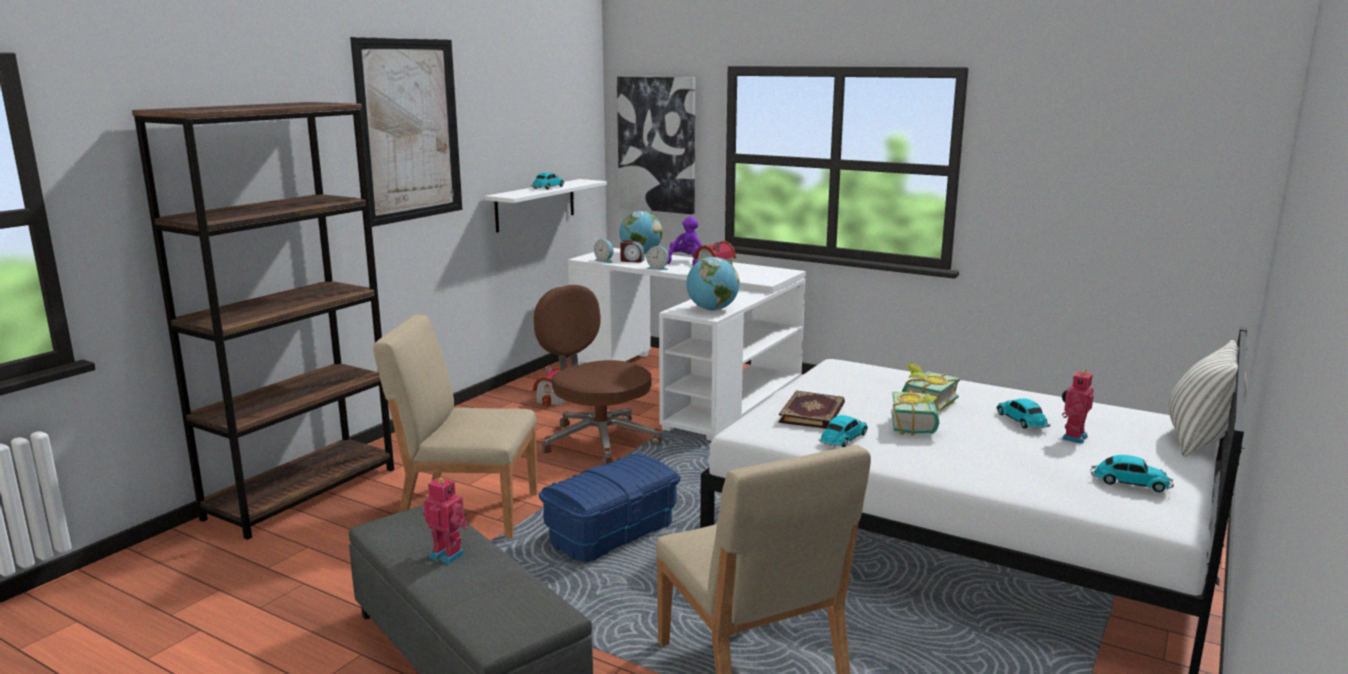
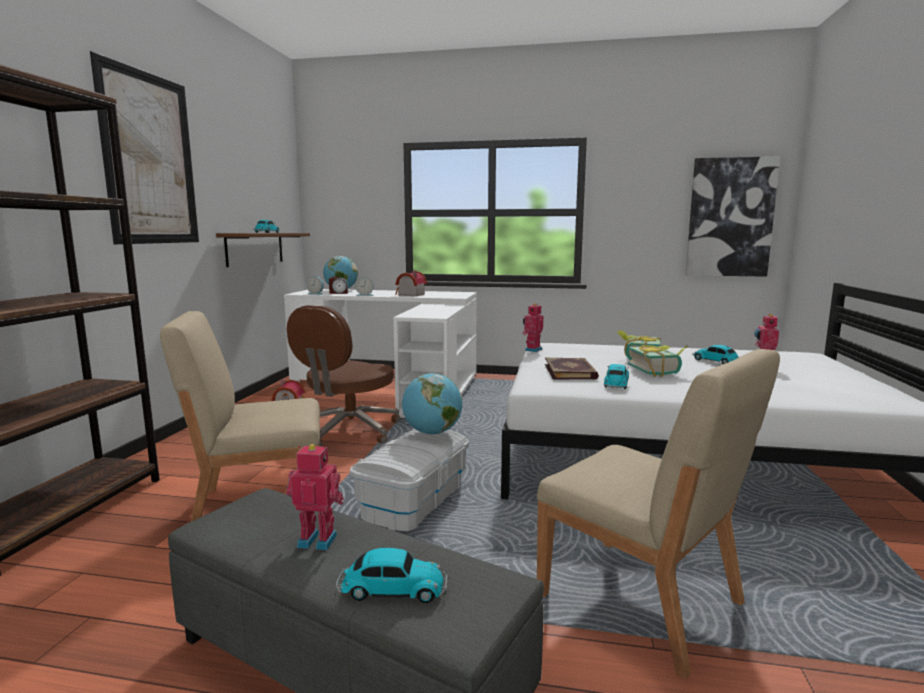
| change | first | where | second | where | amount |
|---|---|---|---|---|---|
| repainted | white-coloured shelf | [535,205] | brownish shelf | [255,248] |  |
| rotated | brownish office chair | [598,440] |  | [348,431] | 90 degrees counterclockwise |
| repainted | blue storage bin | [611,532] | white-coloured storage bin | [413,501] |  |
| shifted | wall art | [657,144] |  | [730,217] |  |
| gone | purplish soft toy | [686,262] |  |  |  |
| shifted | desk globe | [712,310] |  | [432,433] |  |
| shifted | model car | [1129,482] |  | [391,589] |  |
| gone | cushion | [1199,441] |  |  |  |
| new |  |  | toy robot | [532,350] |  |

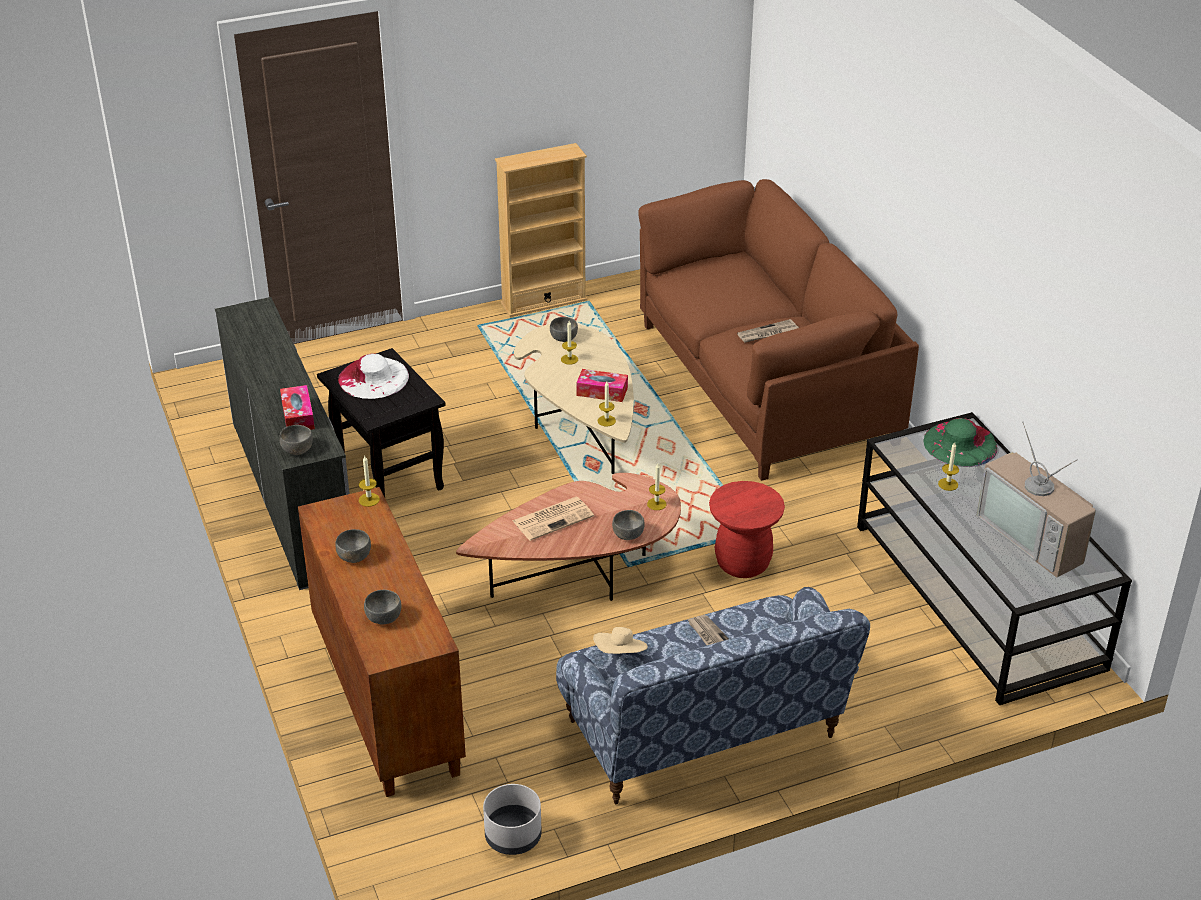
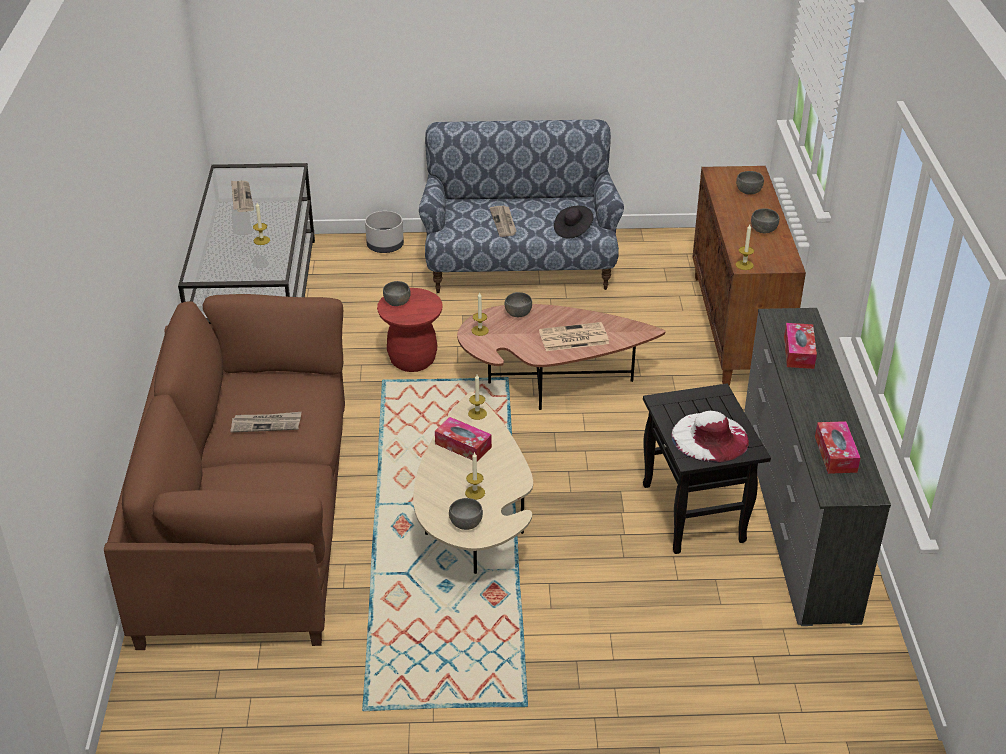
| change | first | where | second | where | amount |
|---|---|---|---|---|---|
| shifted | grey serving bowl | [297,449] |  | [397,302] |  |
| shifted | grey flower pot | [513,837] |  | [385,246] |  |
| gone | beige bookshelf | [543,301] |  |  |  |
| repainted | beige clothing hat | [620,653] | black clothing hat | [573,230] |  |
| gone | green-coloured clothing hat | [960,444] |  |  |  |
| swapped | television | [1035,537] | daily paper | [241,197] |  |
| new |  |  | tissue box | [835,454] |  |

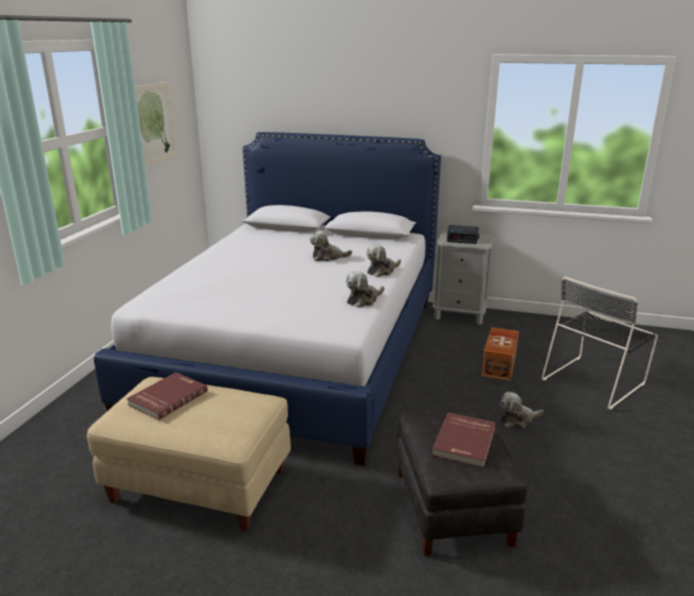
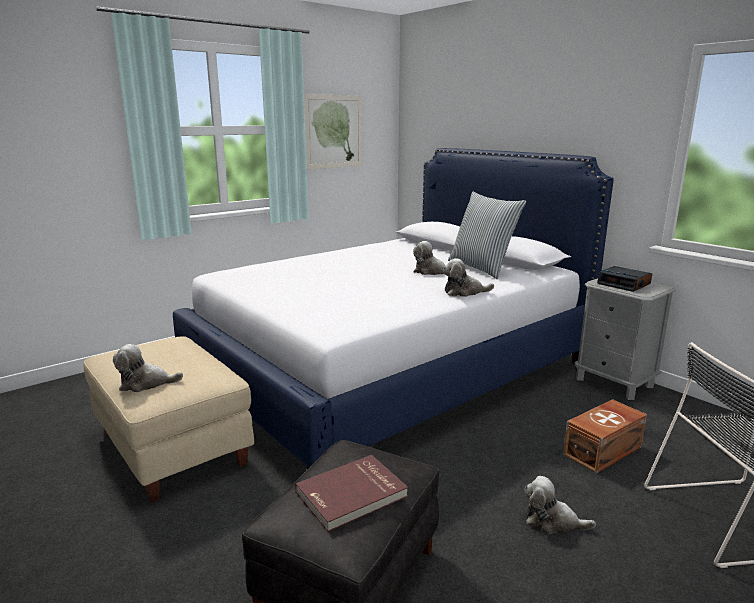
| change | first | where | second | where | amount |
|---|---|---|---|---|---|
| gone | red book | [167,397] |  |  |  |
| shifted | soft toy | [363,300] |  | [145,383] |  |
| new |  |  | cushion | [482,268] |  |

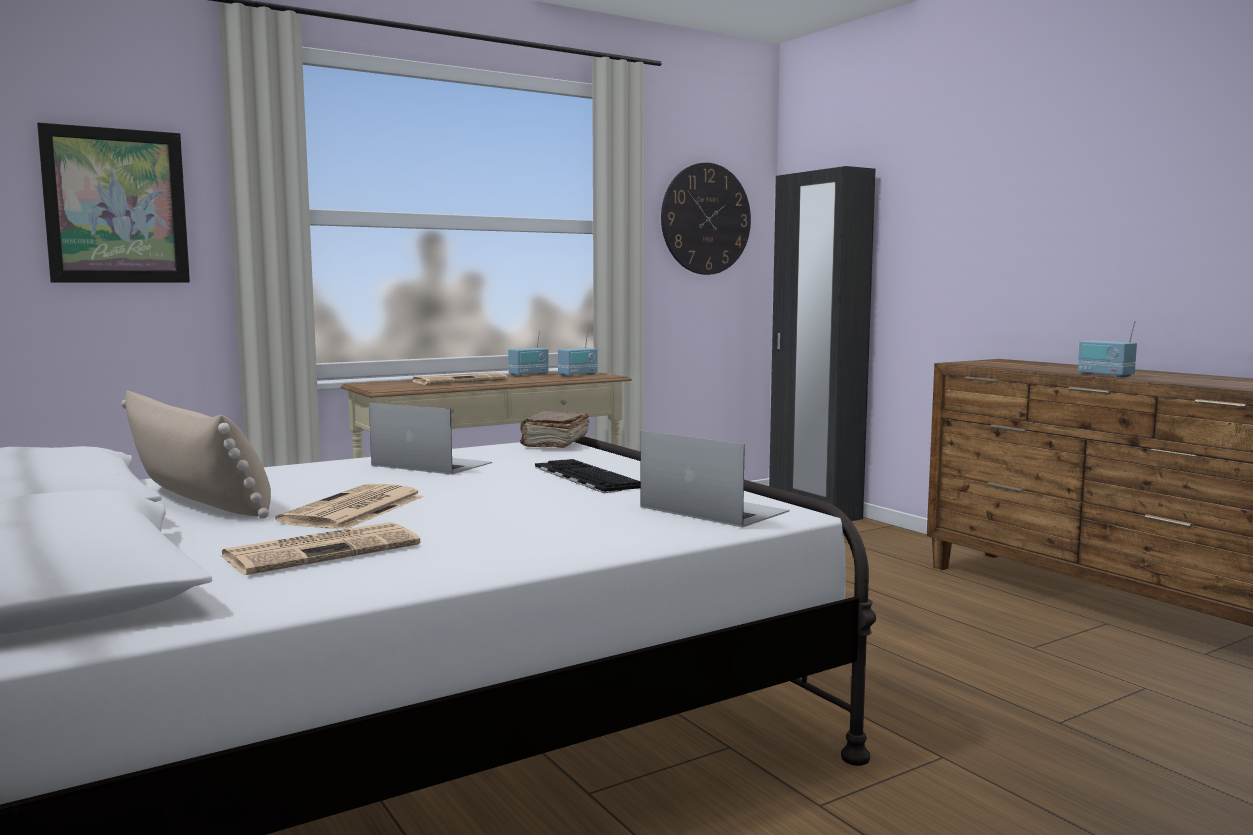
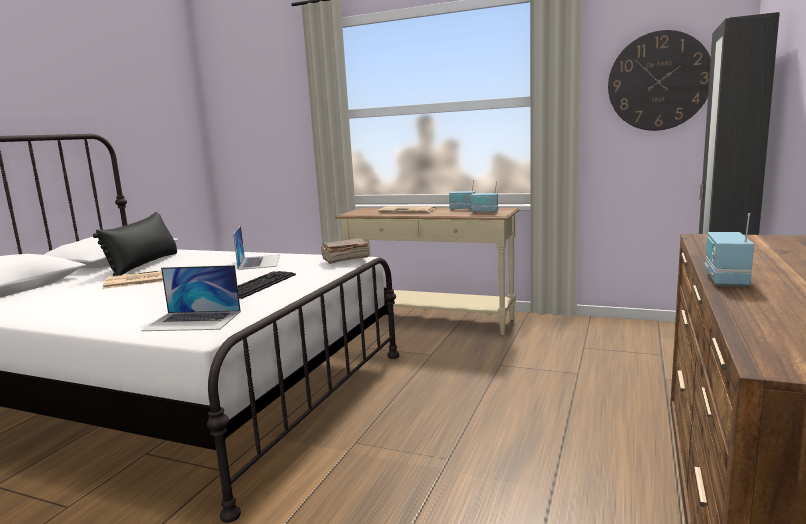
| change | first | where | second | where | amount |
|---|---|---|---|---|---|
| gone | wall art | [116,206] |  |  |  |
| repainted | beige cushion | [200,501] | black cushion | [145,264] |  |
| gone | daily paper | [324,550] |  |  |  |
| rotated | notebook computer | [713,509] |  | [193,321] | 90 degrees clockwise |

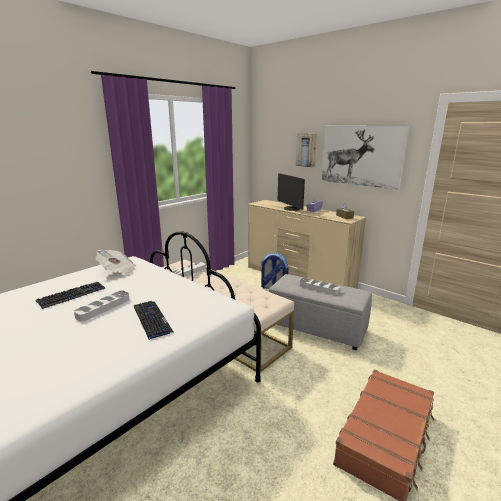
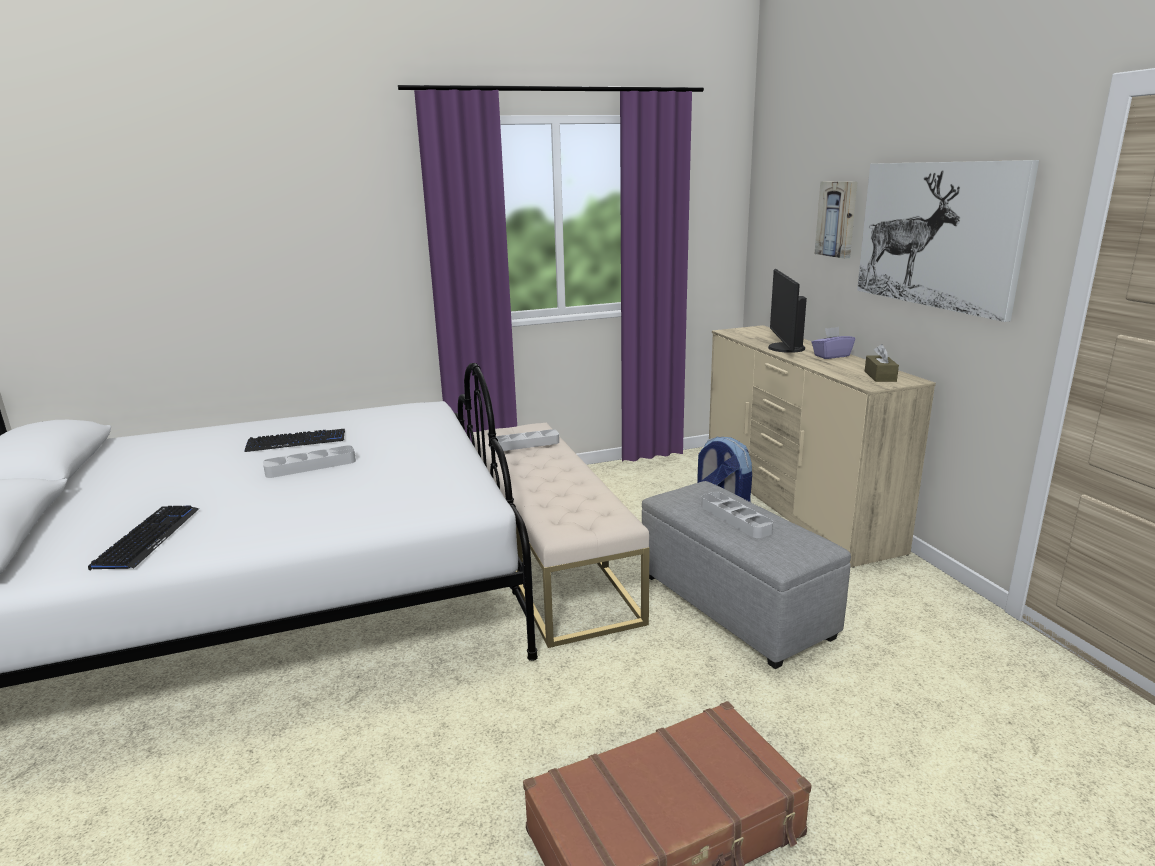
| change | first | where | second | where | amount |
|---|---|---|---|---|---|
| gone | daily paper | [118,271] |  |  |  |
| shifted | keyboard | [152,319] |  | [148,538] |  |

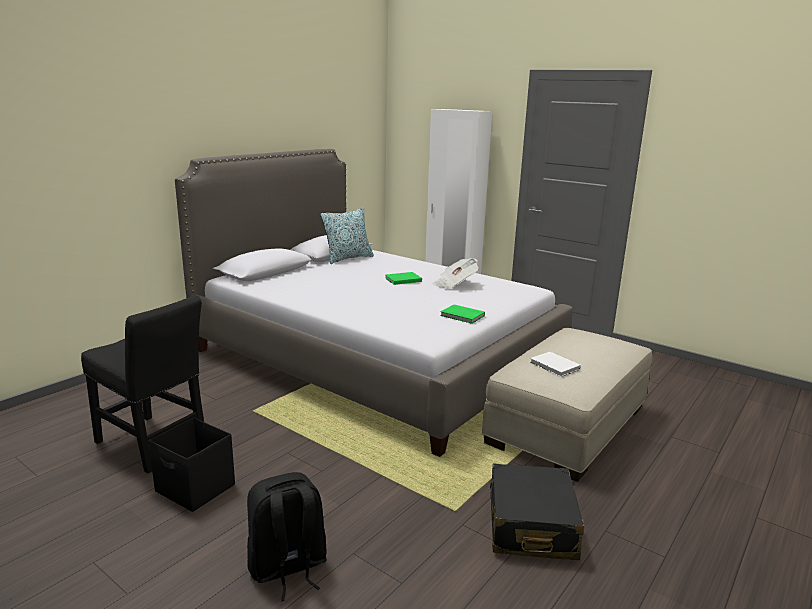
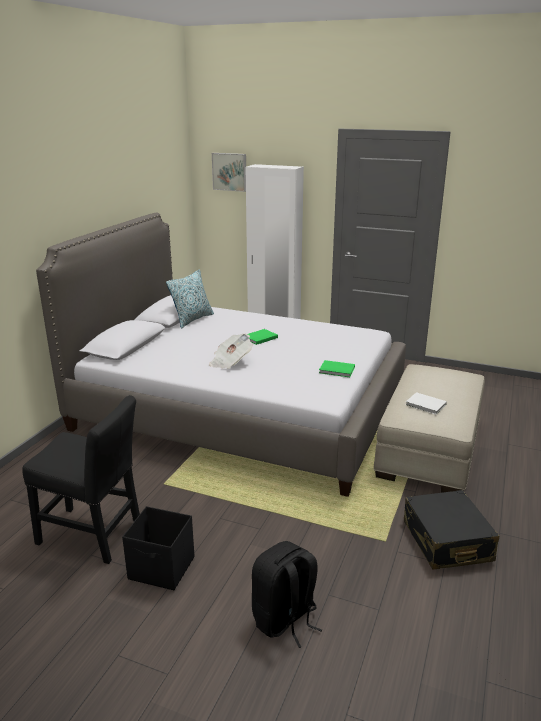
| change | first | where | second | where | amount |
|---|---|---|---|---|---|
| shifted | daily paper | [455,284] |  | [230,362] |  |
| new |  |  | wall art | [230,171] |  |

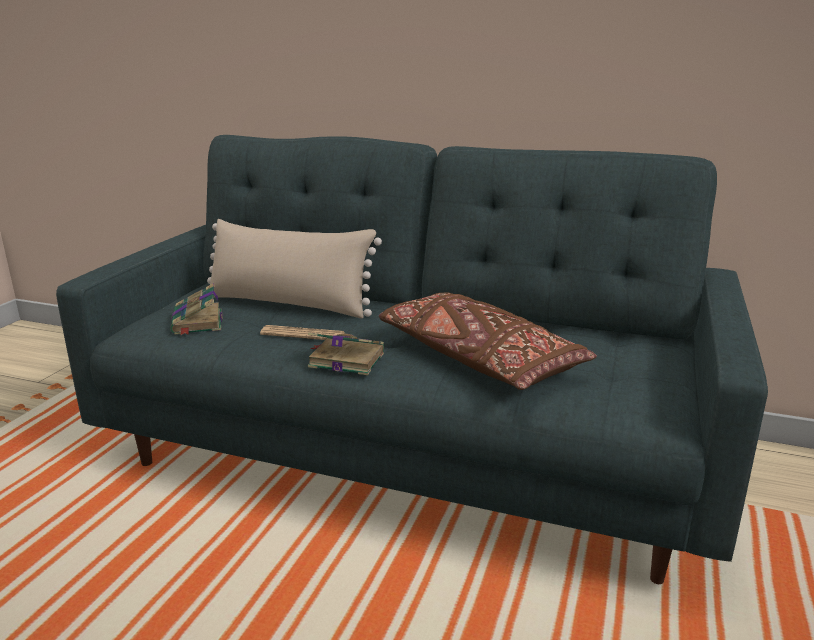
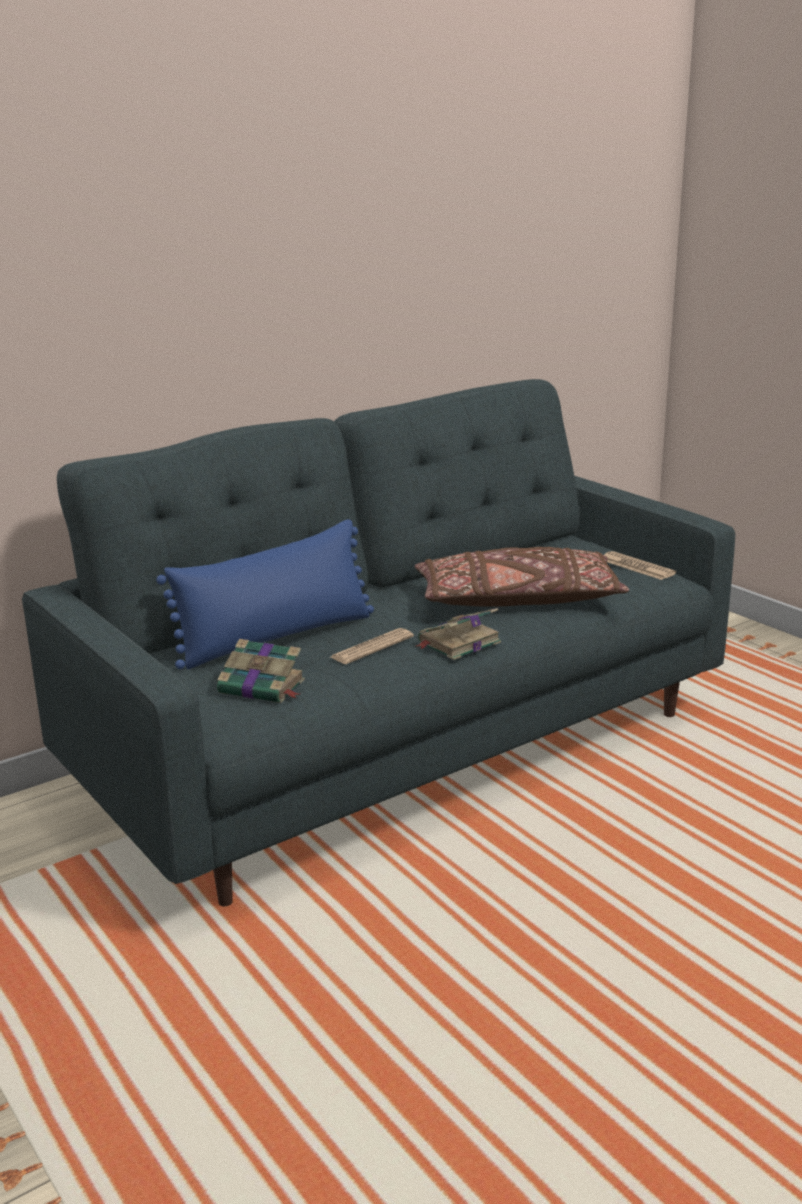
| change | first | where | second | where | amount |
|---|---|---|---|---|---|
| repainted | beige cushion | [289,304] | blue cushion | [276,638] |  |
| new |  |  | daily paper | [637,567] |  |

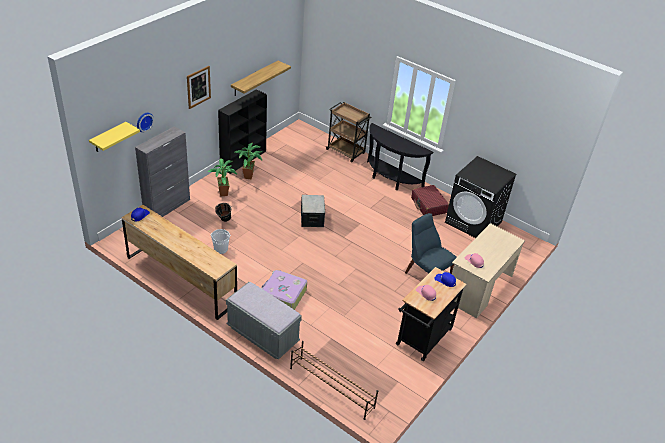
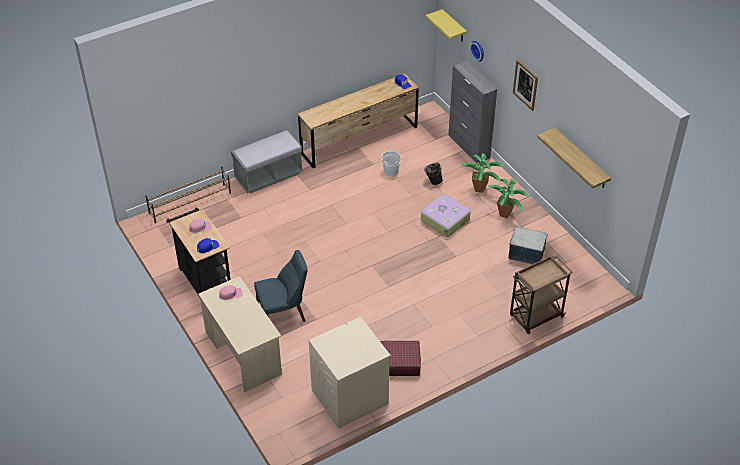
| change | first | where | second | where | amount |
|---|---|---|---|---|---|
| gone | black bookshelf | [243,159] |  |  |  |
| shifted | piece of luggage | [283,295] |  | [445,220] |  |
| shifted | storage bin | [312,218] |  | [526,254] |  |
| gone | black console table | [390,179] |  |  |  |
| repainted | black laundry machine | [473,222] | beige laundry machine | [349,397] |  |

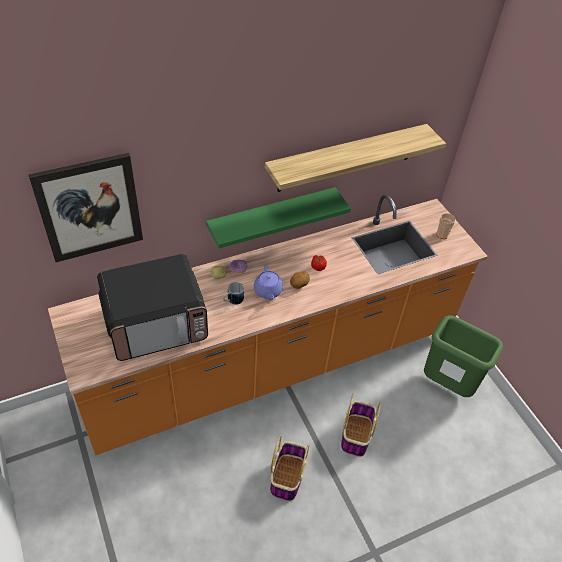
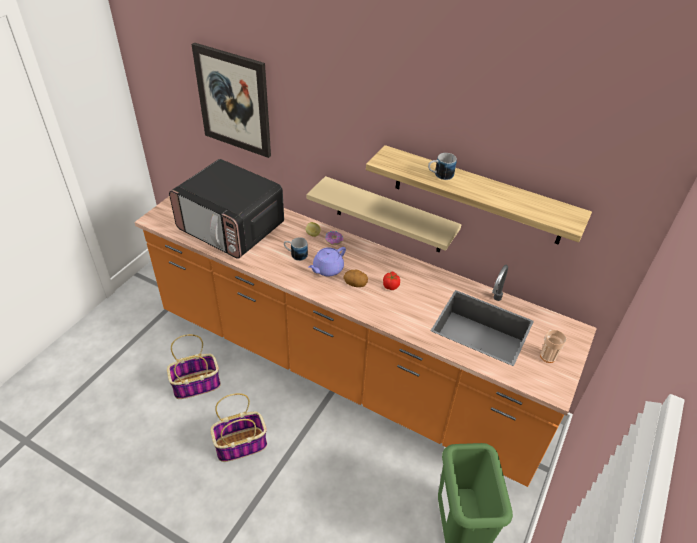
| change | first | where | second | where | amount |
|---|---|---|---|---|---|
| repainted | green-coloured shelf | [272,217] | beige shelf | [388,215] |  |
| shifted | basket | [356,434] |  | [197,384] |  |
| new |  |  | coffee mug | [440,175] |  |

